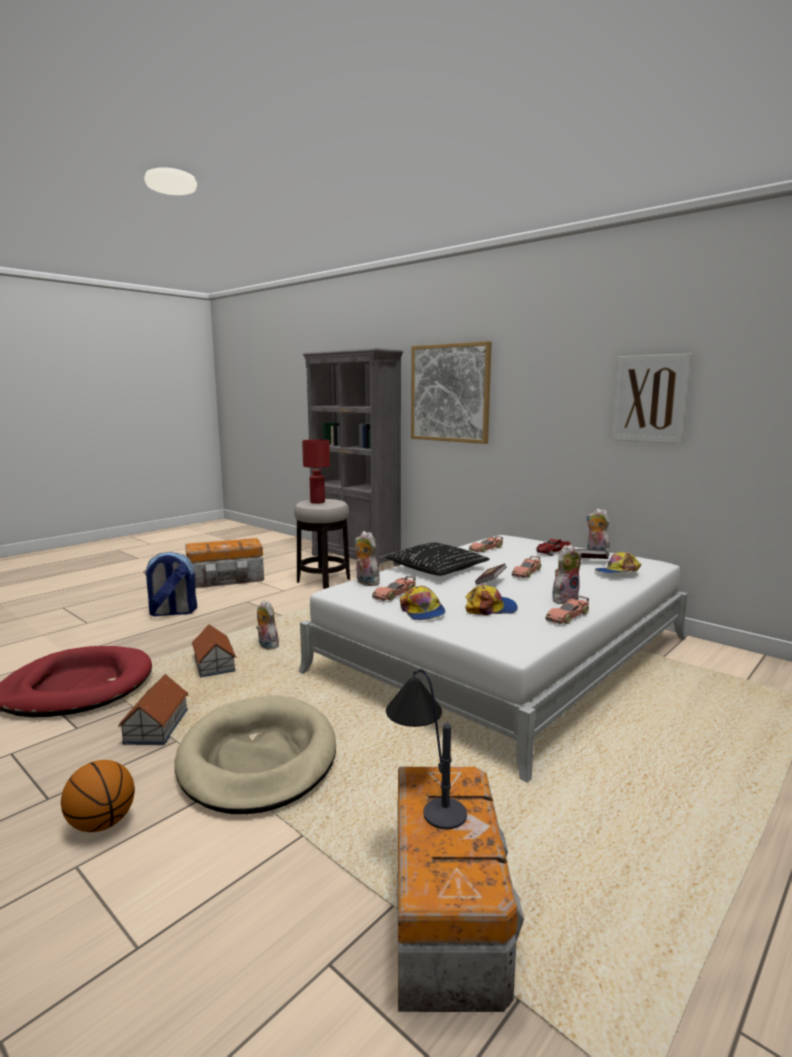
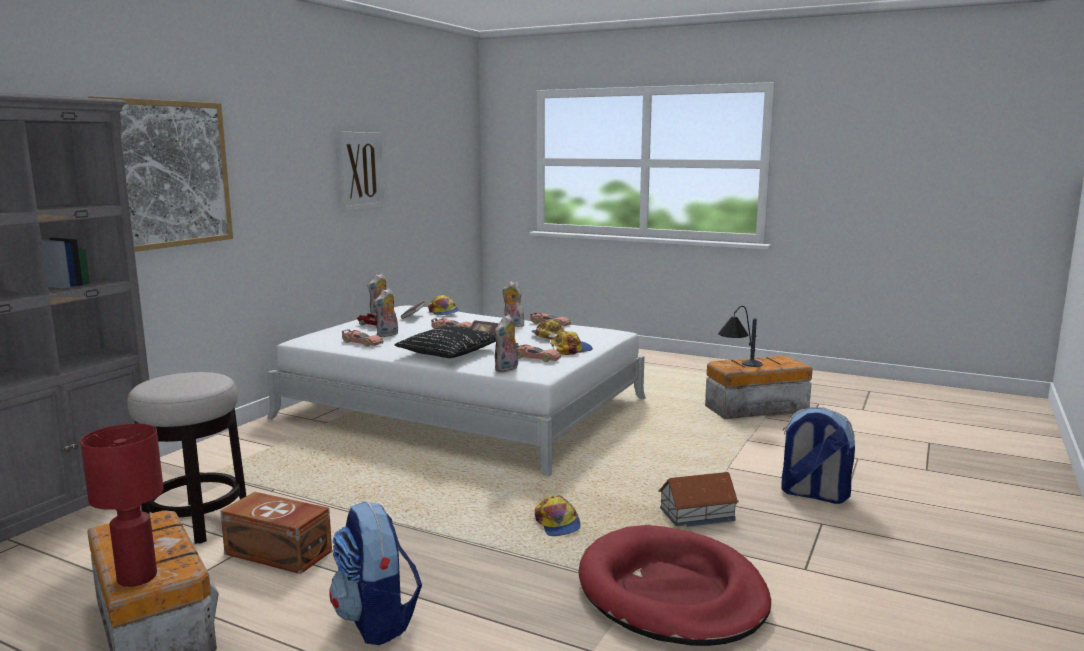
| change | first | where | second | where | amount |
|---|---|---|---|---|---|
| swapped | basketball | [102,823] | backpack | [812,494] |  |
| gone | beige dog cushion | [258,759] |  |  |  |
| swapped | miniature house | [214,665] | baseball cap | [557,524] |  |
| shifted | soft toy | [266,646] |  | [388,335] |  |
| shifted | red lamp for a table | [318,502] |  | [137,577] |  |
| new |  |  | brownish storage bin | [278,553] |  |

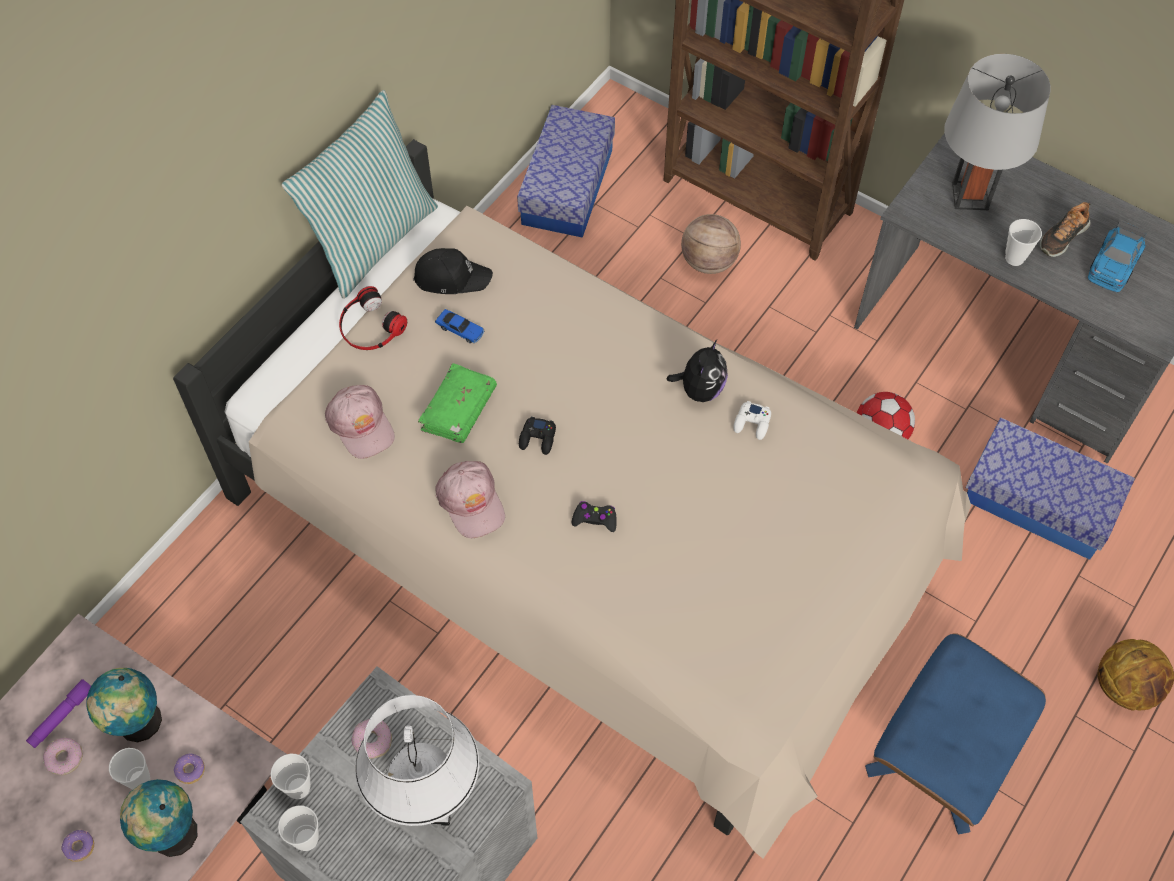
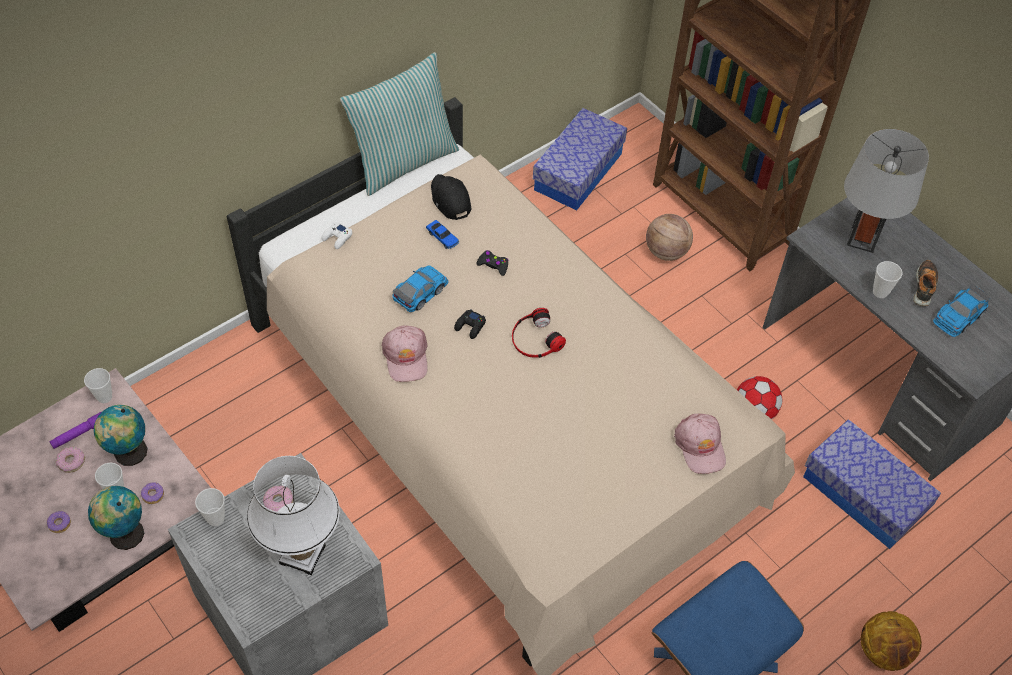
| change | first | where | second | where | amount |
|---|---|---|---|---|---|
| shifted | drinking cup | [306,839] |  | [104,397] |  |
| shifted | pinkish baseball cap | [361,425] |  | [700,446] |  |
| shifted | headphones | [370,326] |  | [535,339] |  |
| rotated | black baseball cap | [451,277] |  | [450,200] | 135 degrees counterclockwise |
| swapped | green-coloured book | [459,410] | model car | [421,292] |  |
| shifted | black gamepad | [595,519] |  | [493,265] |  |
| gone | soft toy | [700,389] |  |  |  |
| shifted | white-coloured gamepad | [752,423] |  | [337,238] |  |
| rotated | low shoe | [1062,237] |  | [924,286] | 135 degrees clockwise |

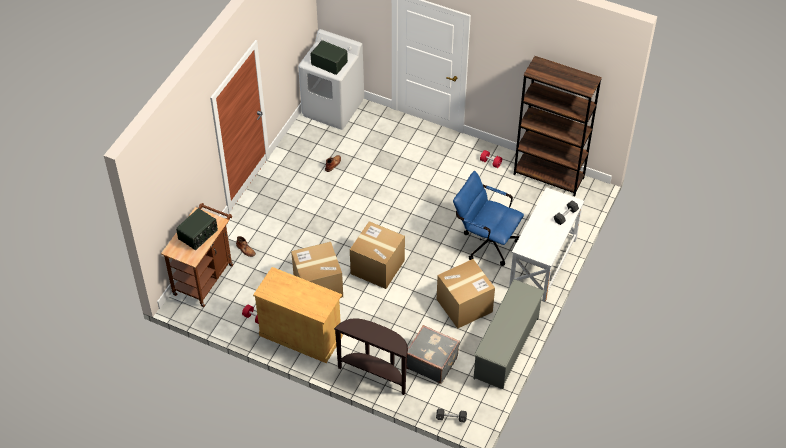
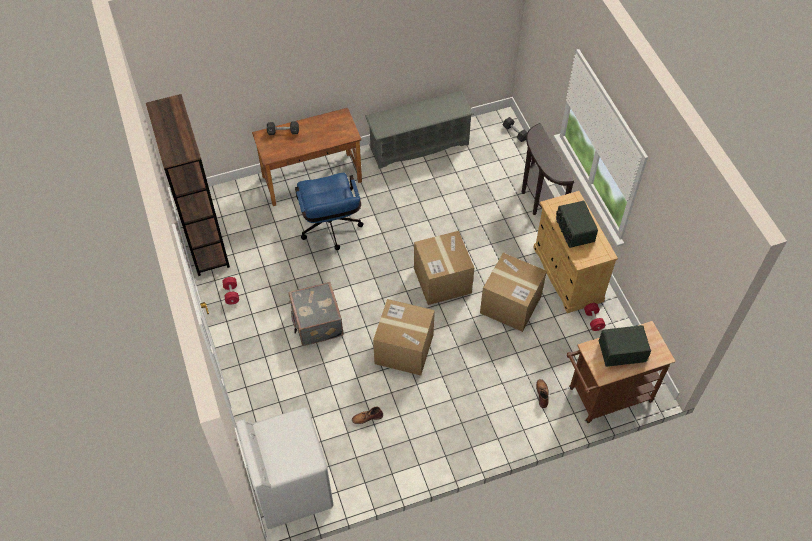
| change | first | where | second | where | amount |
|---|---|---|---|---|---|
| shifted | radio | [329,63] |  | [574,230] |  |
| shifted | grey piece of luggage | [432,362] |  | [316,323] |  |
| shifted | packing box | [464,305] |  | [404,349] |  |
| repainted | white-coloured desk | [543,264] | brownish desk | [312,178] |  |

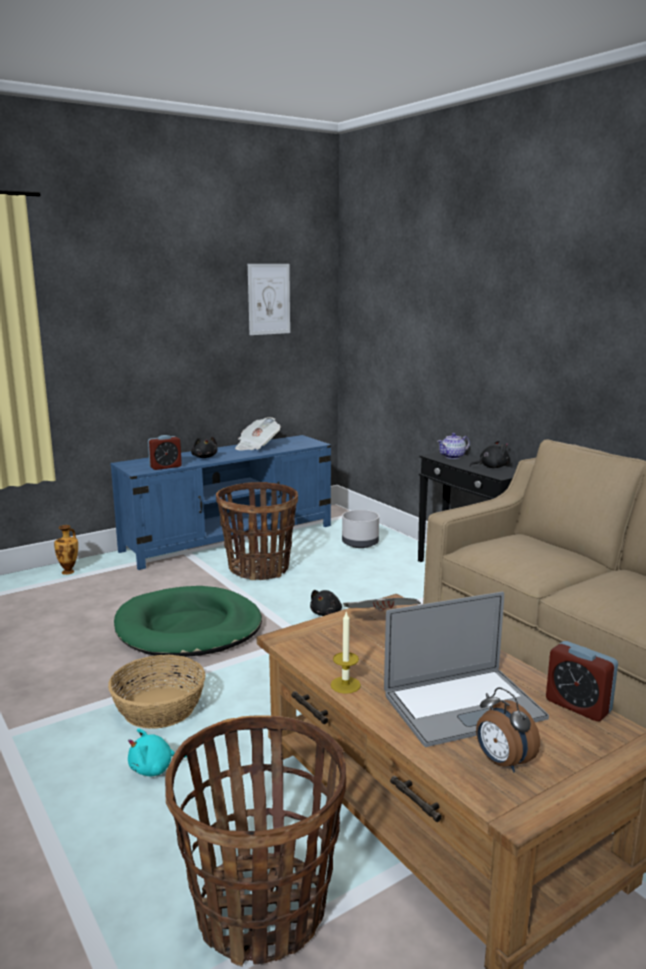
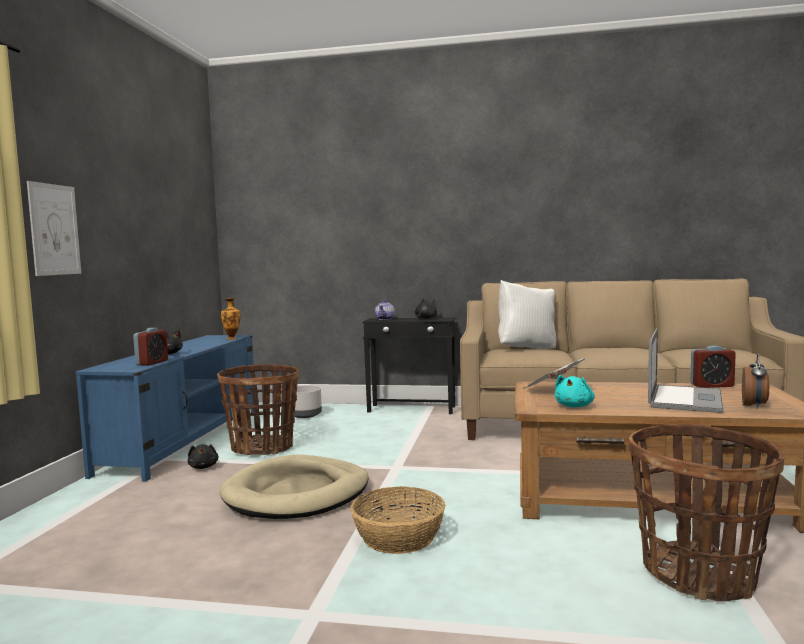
| change | first | where | second | where | amount |
|---|---|---|---|---|---|
| shifted | vase | [69,572] |  | [232,338] |  |
| repainted | green-coloured dog cushion | [188,628] | beige dog cushion | [297,493] |  |
| shifted | blue-green soft toy | [155,769] |  | [574,406] |  |
| gone | daily paper | [256,446] |  |  |  |
| shifted | wall art | [269,299] |  | [54,229] |  |
| shifted | black soft toy | [326,613] |  | [203,467] |  |
| gone | wax light | [345,685] |  |  |  |
| rotated | table clock | [502,762] |  | [754,406] | 75 degrees counterclockwise |
| new |  |  | white-coloured cushion | [527,349] |  |

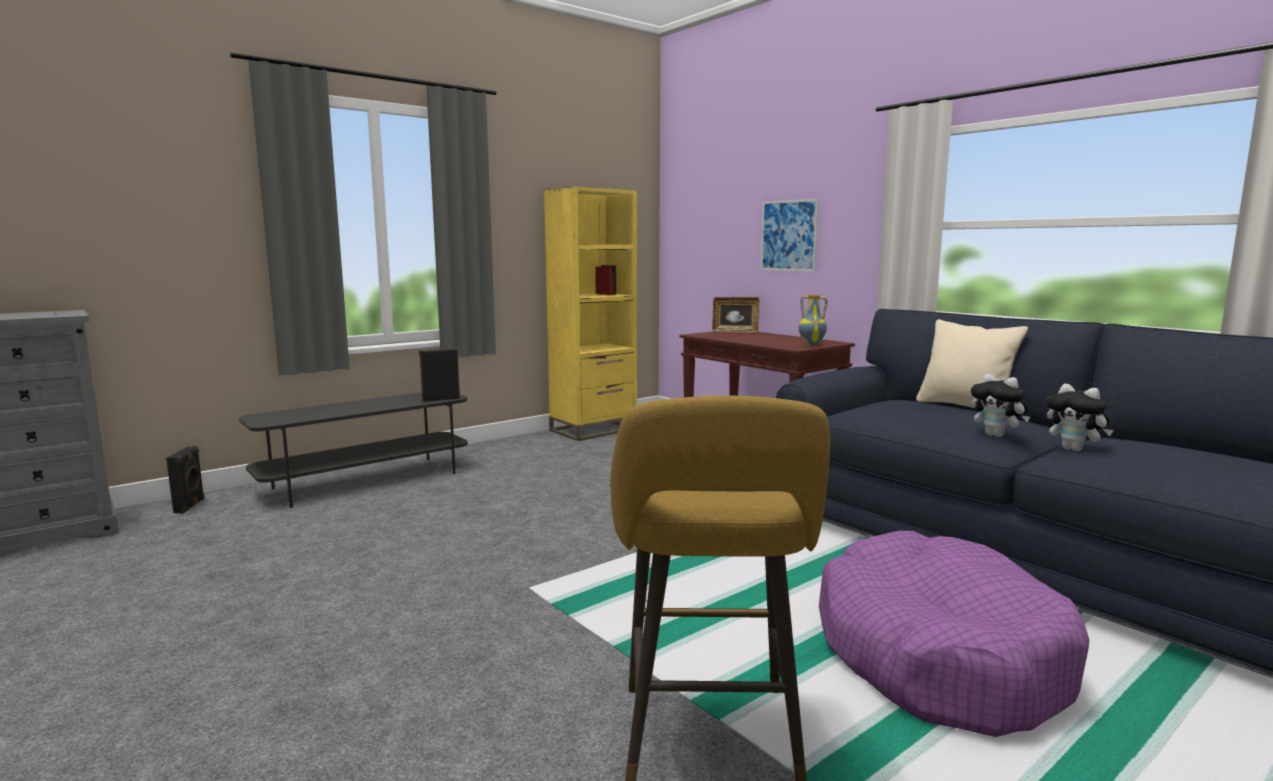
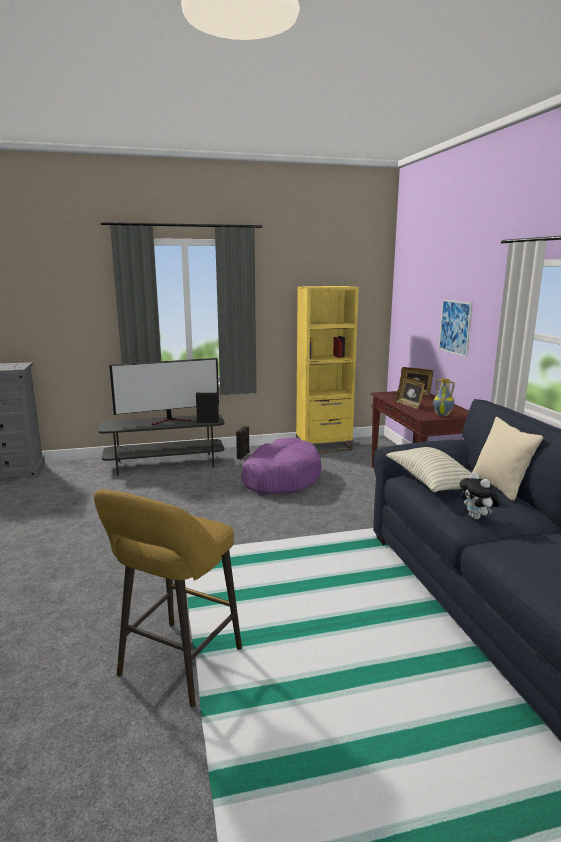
| change | first | where | second | where | amount |
|---|---|---|---|---|---|
| shifted | black loudspeaker | [190,506] |  | [243,455] |  |
| shifted | purplish dog cushion | [937,655] |  | [280,478] |  |
| gone | soft toy | [1075,449] |  |  |  |
| new |  |  | television | [171,420] |  |
| new |  |  | cushion | [431,482] |  |
| new |  |  | standing frame | [409,405] |  |

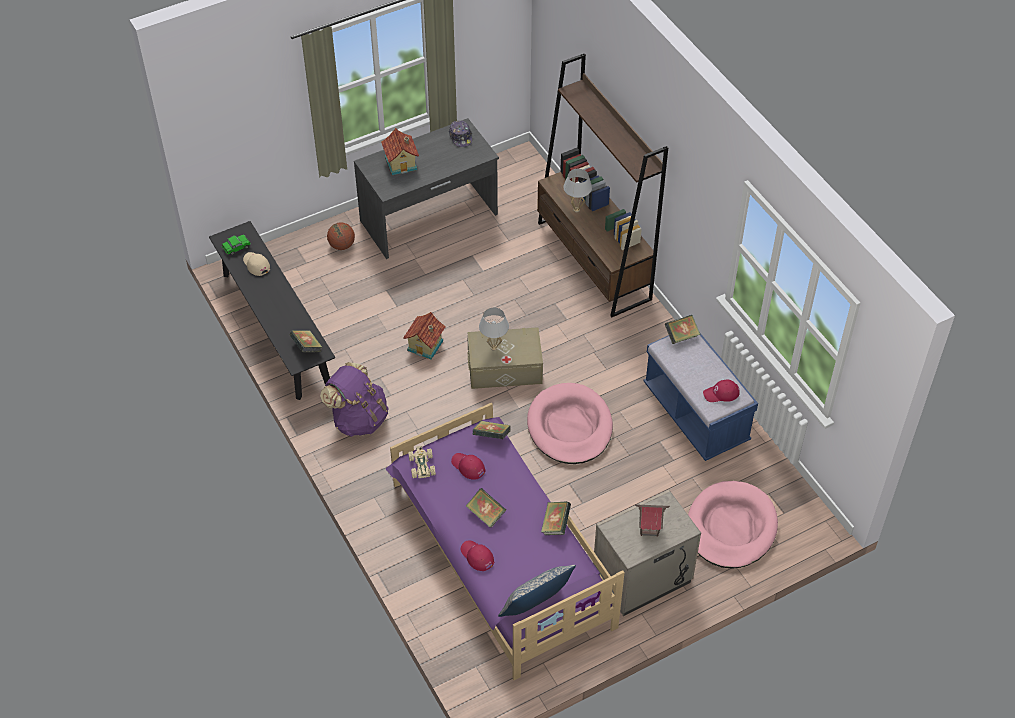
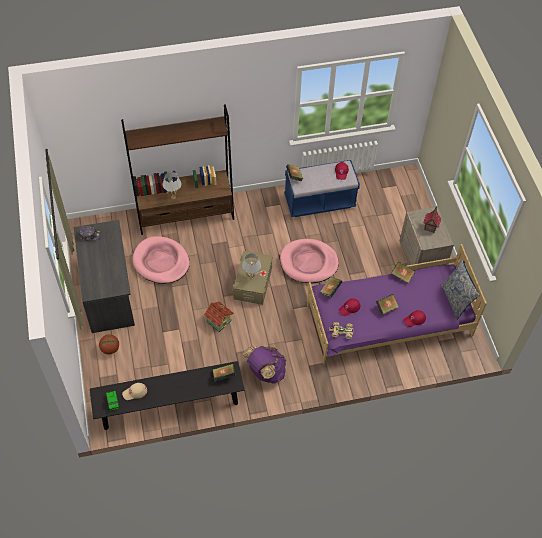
| change | first | where | second | where | amount |
|---|---|---|---|---|---|
| gone | miniature house | [402,163] |  |  |  |
| shifted | pinkish dog cushion | [731,527] |  | [161,262] |  |

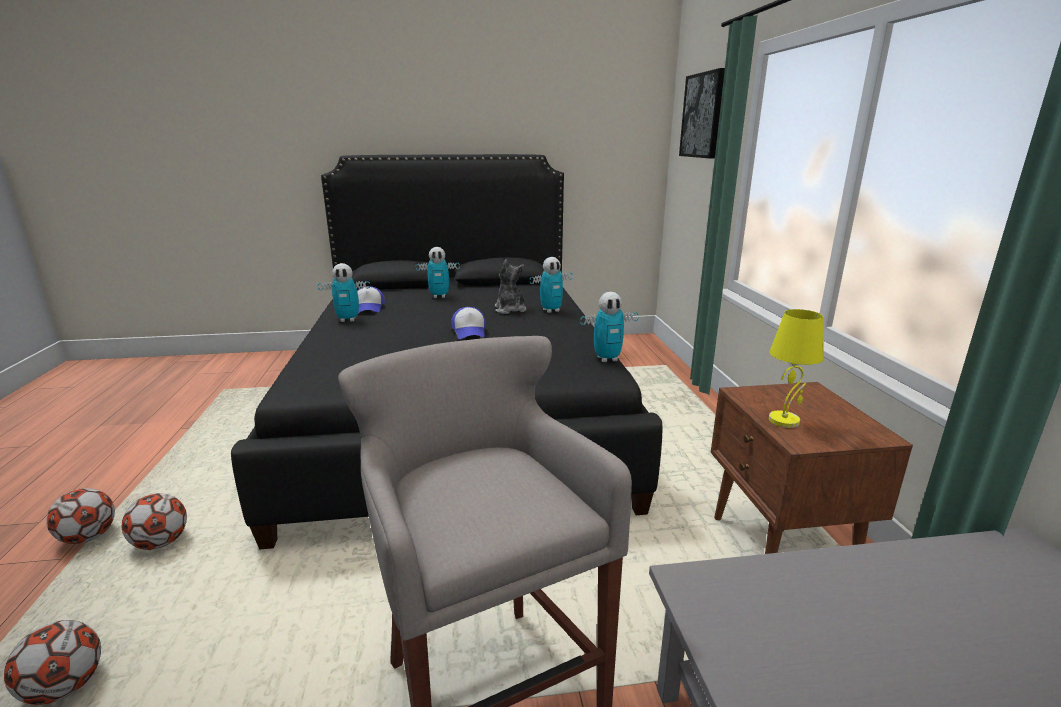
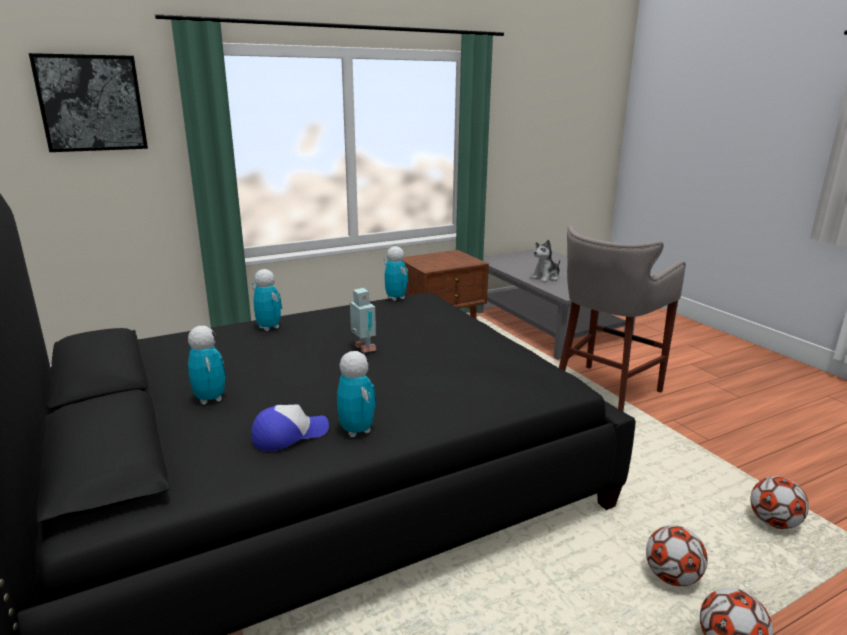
| change | first | where | second | where | amount |
|---|---|---|---|---|---|
| swapped | baseball cap | [469,331] | toy robot | [363,349] |  |
| shifted | soft toy | [510,310] |  | [546,278] |  |
| gone | yellow-coloured lamp for a table | [784,420] |  |  |  |

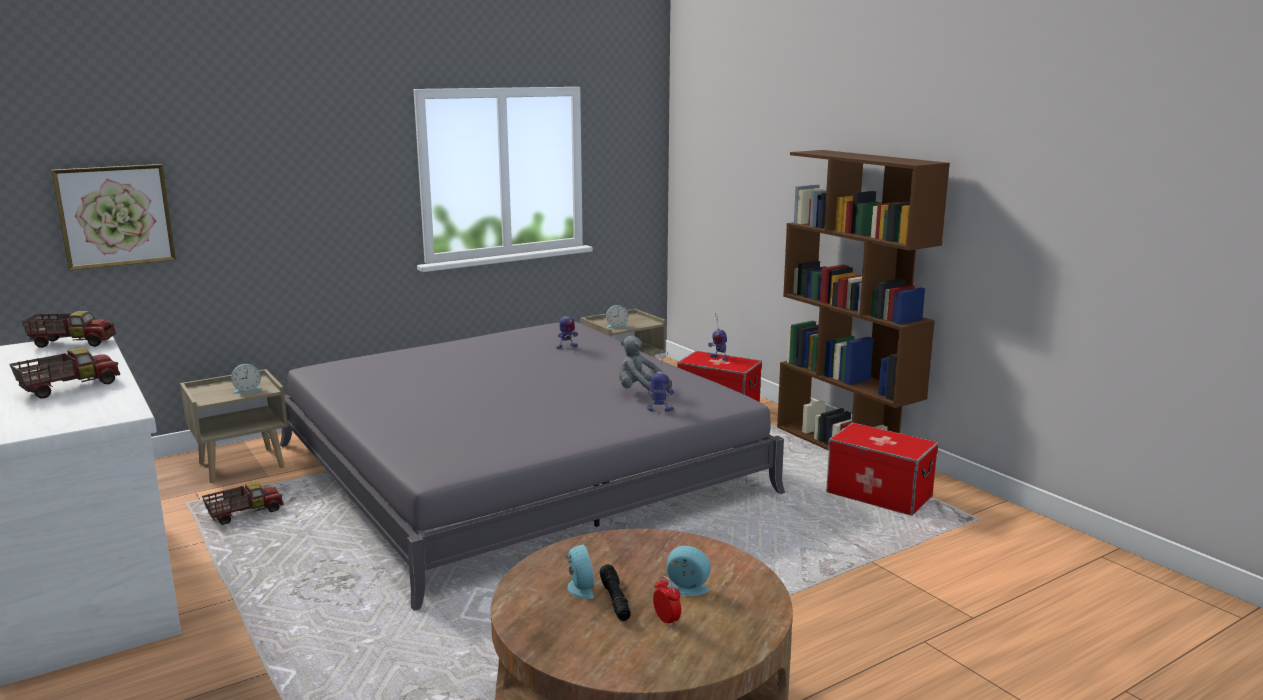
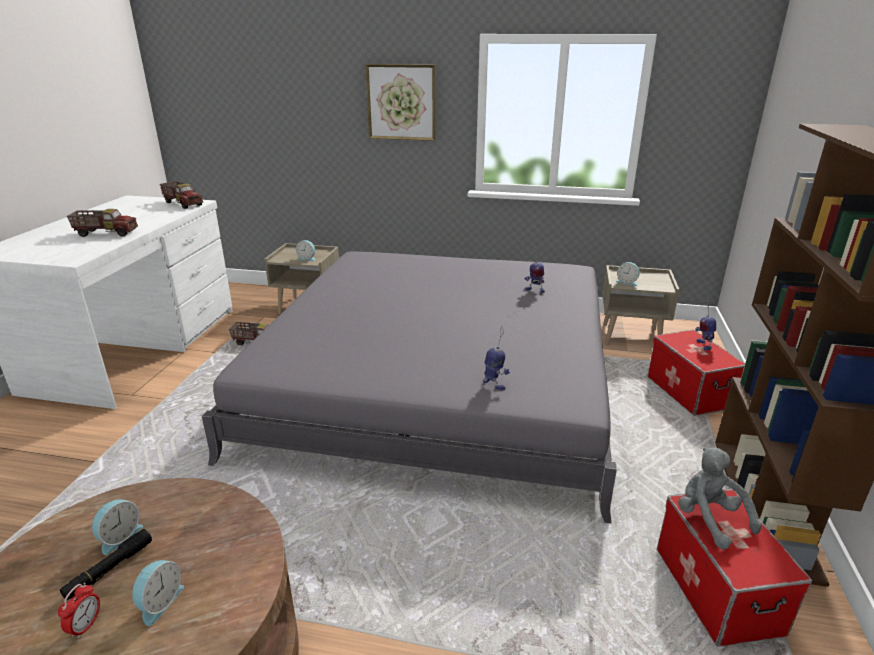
| change | first | where | second | where | amount |
|---|---|---|---|---|---|
| shifted | wall art | [115,216] |  | [401,102] |  |
| shifted | grey soft toy | [640,392] |  | [709,519] |  |
| rotated | table clock | [686,589] |  | [159,602] | 45 degrees clockwise |

